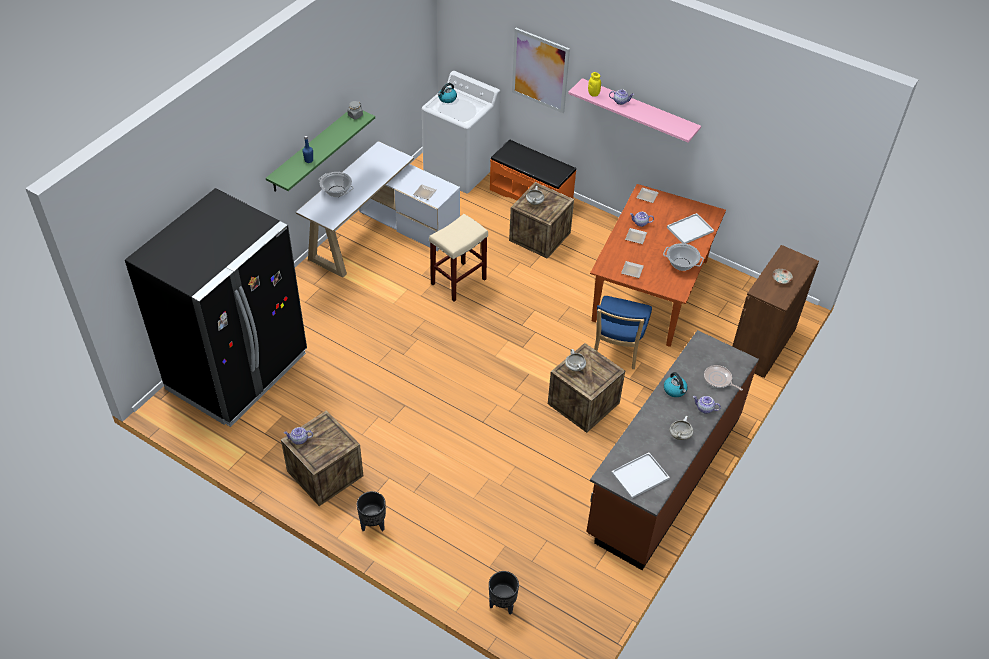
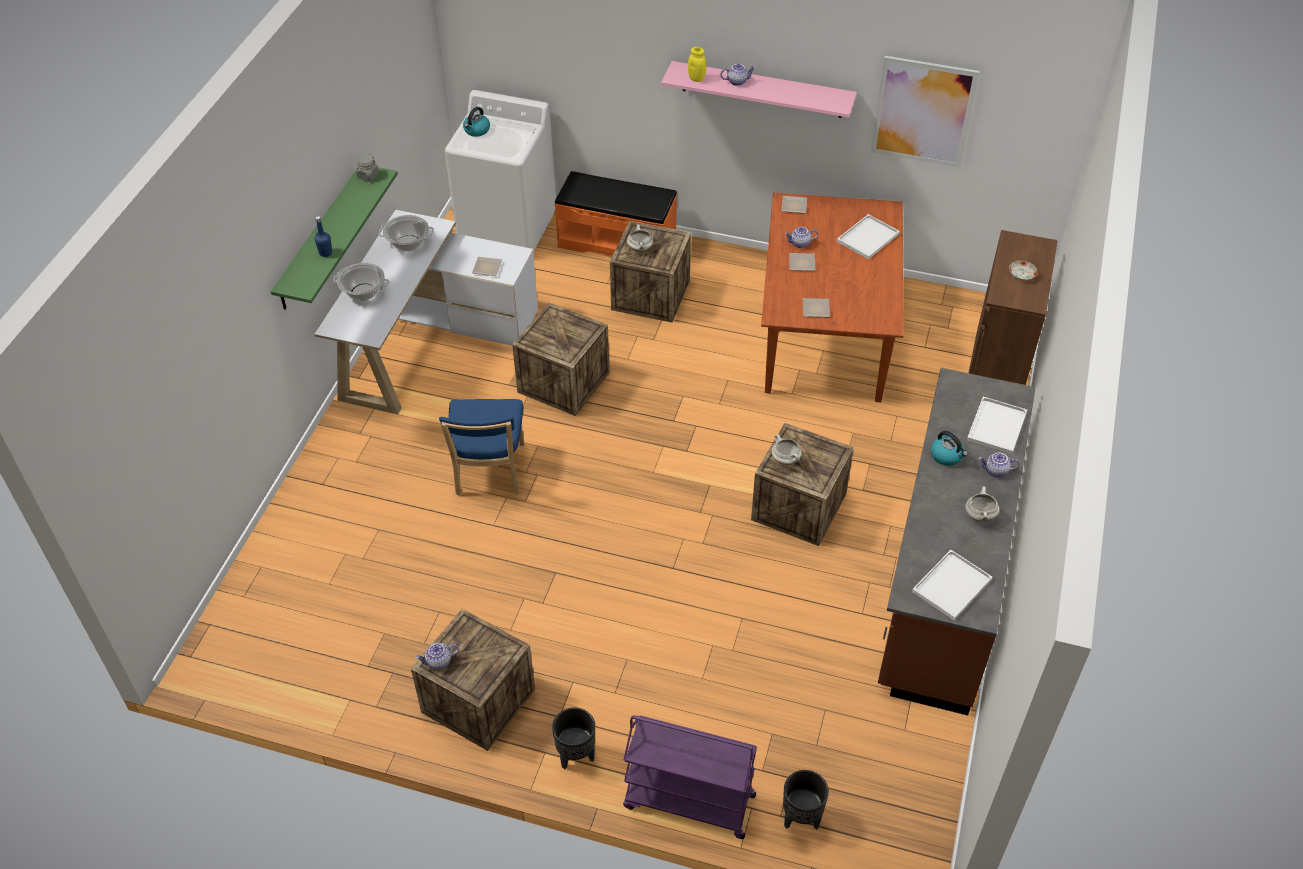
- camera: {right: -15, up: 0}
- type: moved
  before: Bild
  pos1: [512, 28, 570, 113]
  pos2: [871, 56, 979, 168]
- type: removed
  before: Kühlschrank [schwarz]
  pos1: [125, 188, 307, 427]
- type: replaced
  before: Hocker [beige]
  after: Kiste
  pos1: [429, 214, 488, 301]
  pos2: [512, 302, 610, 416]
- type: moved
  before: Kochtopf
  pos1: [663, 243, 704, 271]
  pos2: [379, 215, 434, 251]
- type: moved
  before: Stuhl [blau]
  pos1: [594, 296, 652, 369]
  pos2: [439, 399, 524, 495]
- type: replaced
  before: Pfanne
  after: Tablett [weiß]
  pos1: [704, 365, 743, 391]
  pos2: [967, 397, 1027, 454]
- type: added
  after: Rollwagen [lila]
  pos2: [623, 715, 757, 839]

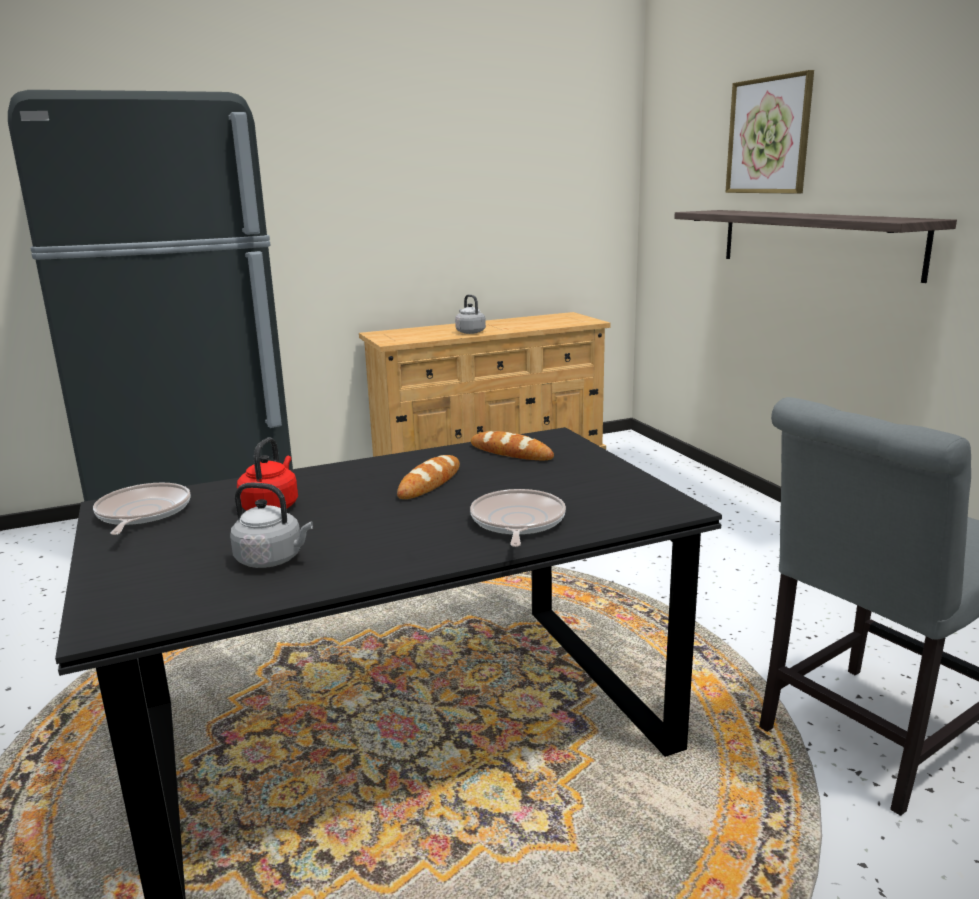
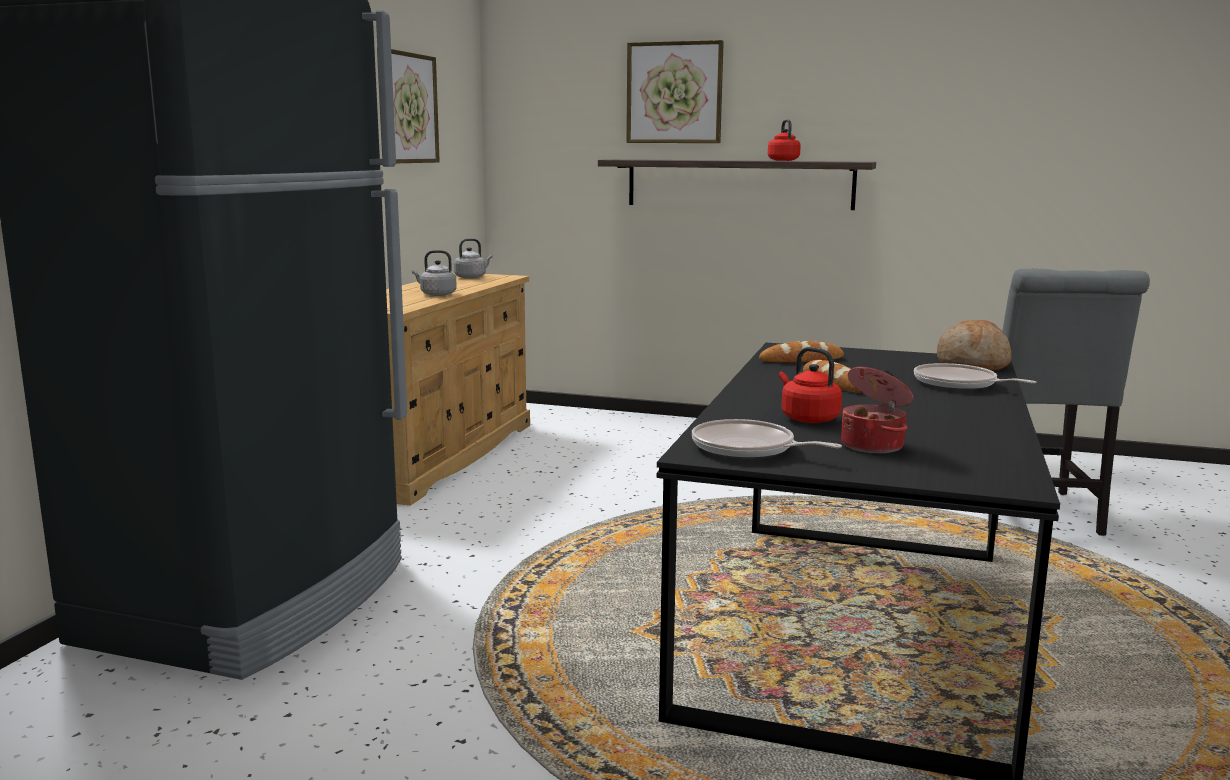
- camera: {right: -50, up: -5}
- type: moved
  before: Wasserkessel [grau]
  pos1: [230, 483, 313, 568]
  pos2: [454, 238, 493, 279]
- type: added
  after: Bild
  pos2: [377, 49, 440, 163]
- type: added
  after: Wasserkessel [rot]
  pos2: [768, 119, 801, 161]
- type: added
  after: Brot
  pos2: [937, 320, 1012, 371]
- type: added
  after: Kochtopf
  pos2: [841, 367, 913, 453]

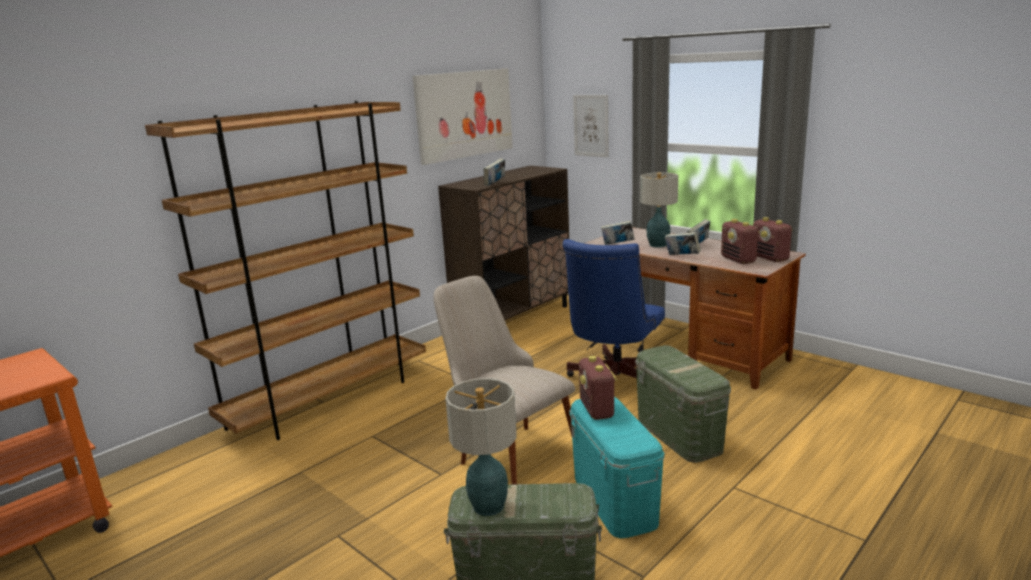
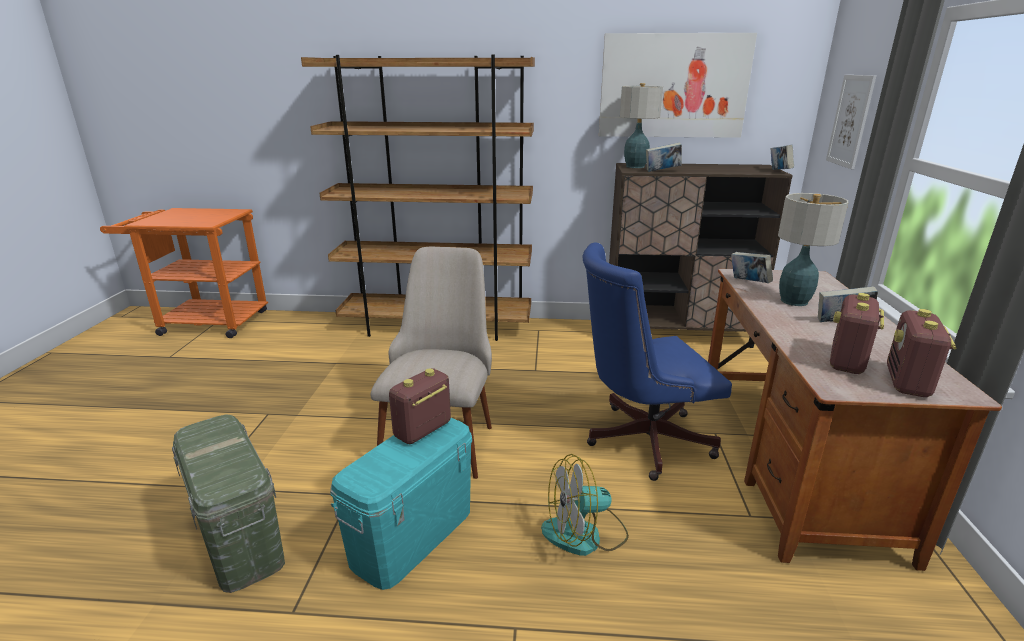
- camera: {right: 50, up: 5}
- type: moved
  before: Buch
  pos1: [665, 232, 701, 255]
  pos2: [771, 145, 794, 170]
- type: replaced
  before: Aufbewahrungsbox [grün]
  after: Ventilator
  pos1: [635, 345, 731, 463]
  pos2: [541, 454, 629, 556]
- type: moved
  before: Tischlampe
  pos1: [445, 378, 516, 516]
  pos2: [620, 83, 663, 168]

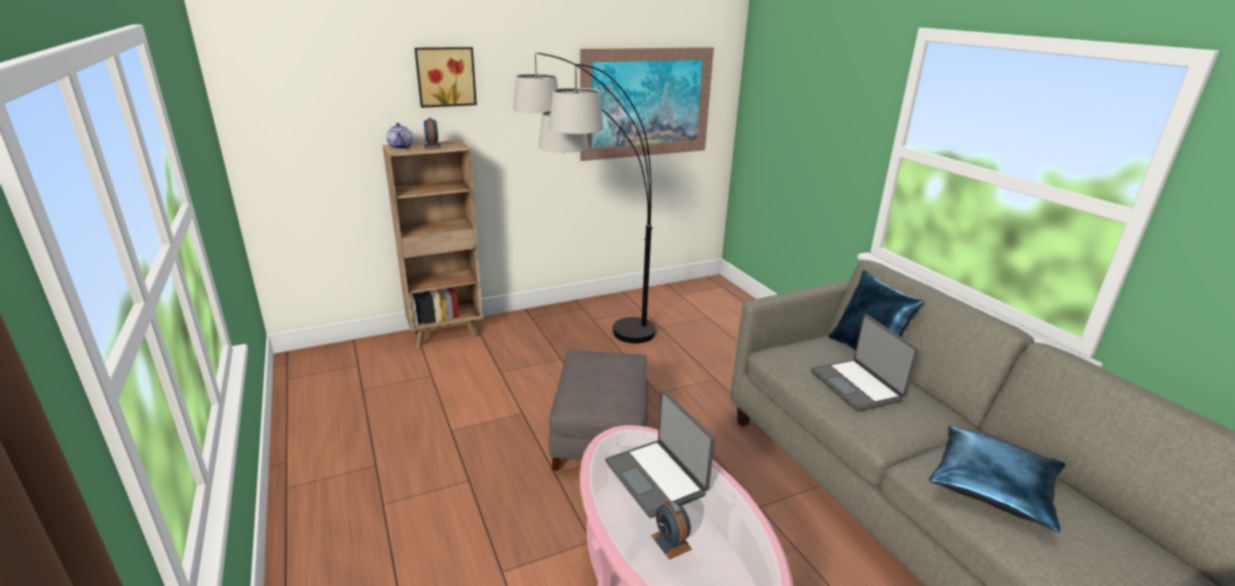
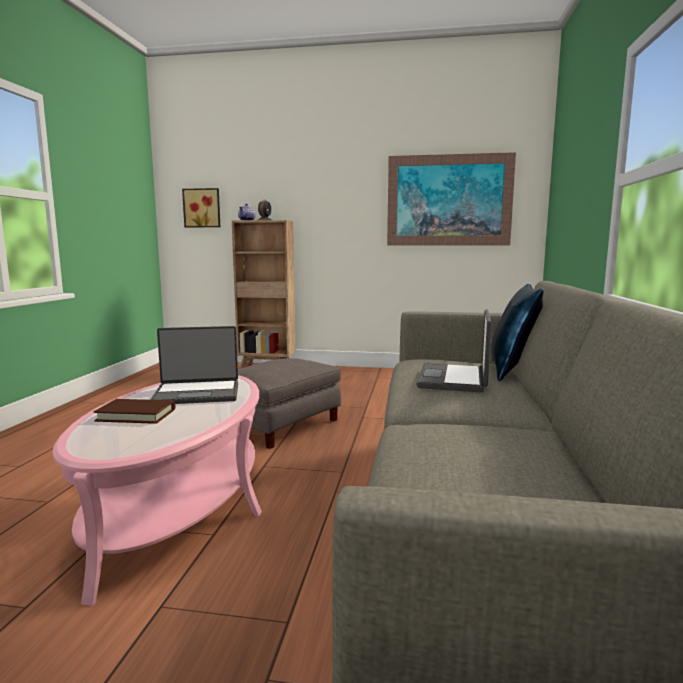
- camera: {right: 35, up: -15}
- type: moved
  before: Bild
  pos1: [414, 47, 477, 108]
  pos2: [182, 188, 220, 227]
- type: removed
  before: Stehlampe
  pos1: [513, 53, 656, 343]
- type: turned
  before: Laptop
  pos1: [605, 390, 715, 518]
  pos2: [150, 326, 238, 404]
  turn: -105
- type: removed
  before: Kissen [blau]
  pos1: [929, 425, 1066, 532]
- type: replaced
  before: Wecker
  after: Buch [braun]
  pos1: [651, 501, 692, 560]
  pos2: [93, 399, 175, 424]

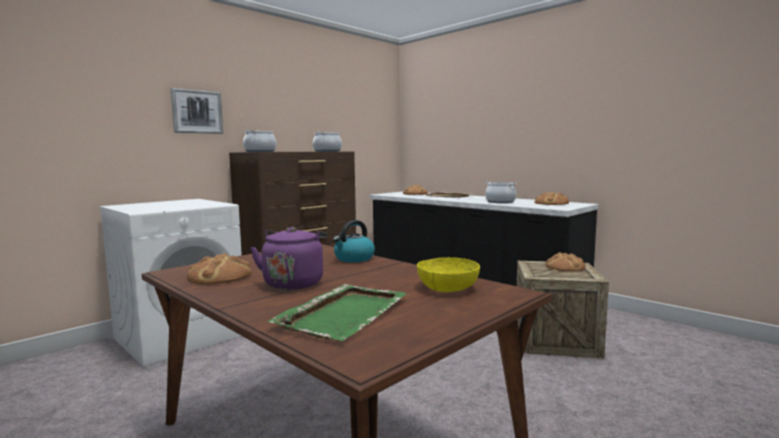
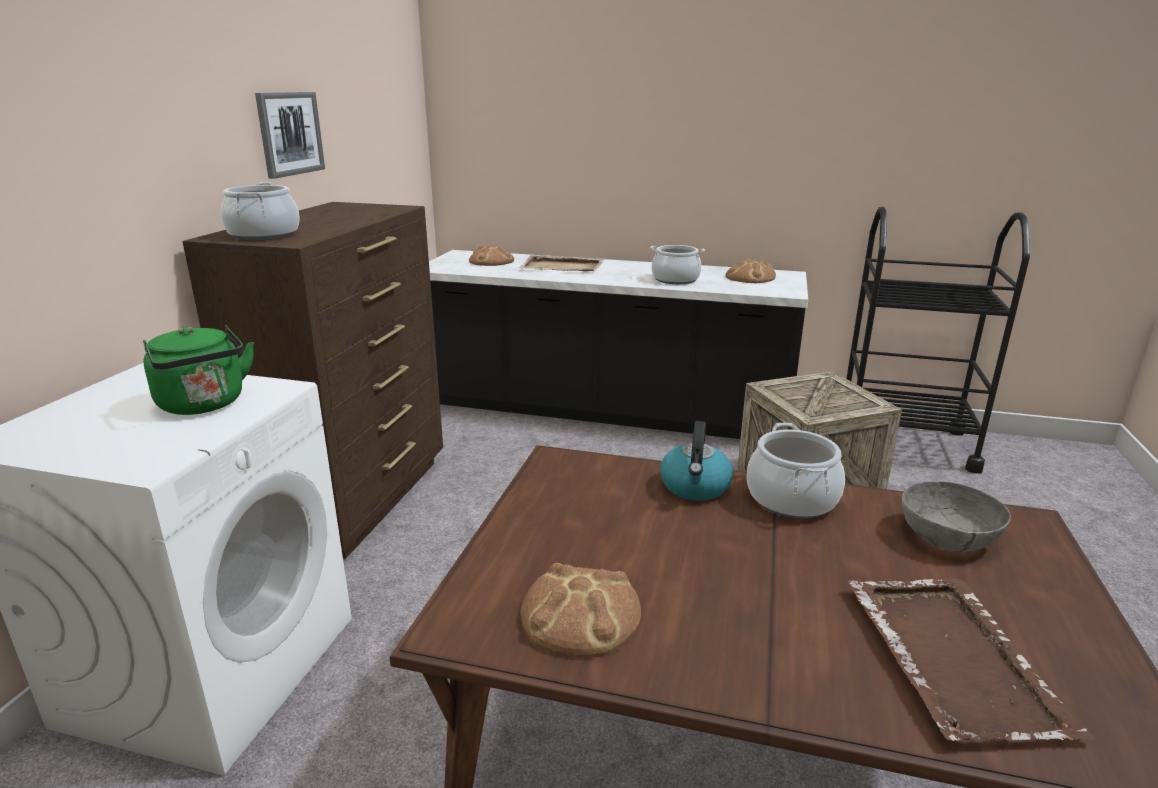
- camera: {right: -30, up: 15}
- type: moved
  before: Bild
  pos1: [171, 88, 223, 134]
  pos2: [255, 92, 325, 179]
- type: moved
  before: Kochtopf
  pos1: [313, 132, 342, 152]
  pos2: [747, 423, 845, 518]
- type: removed
  before: Wasserkessel [lila]
  pos1: [250, 227, 327, 290]
- type: removed
  before: Brot
  pos1: [545, 252, 586, 272]
- type: recoloured
  before: Schüssel [gelb]
  after: Schüssel [grau]
  pos1: [417, 257, 480, 292]
  pos2: [901, 481, 1011, 552]
- type: recoloured
  before: Tablett [grün]
  after: Tablett [braun]
  pos1: [267, 284, 407, 341]
  pos2: [847, 578, 1095, 741]
- type: added
  after: Rollwagen [schwarz]
  pos2: [846, 207, 1030, 474]
- type: added
  after: Wasserkessel [grün]
  pos2: [143, 325, 254, 415]

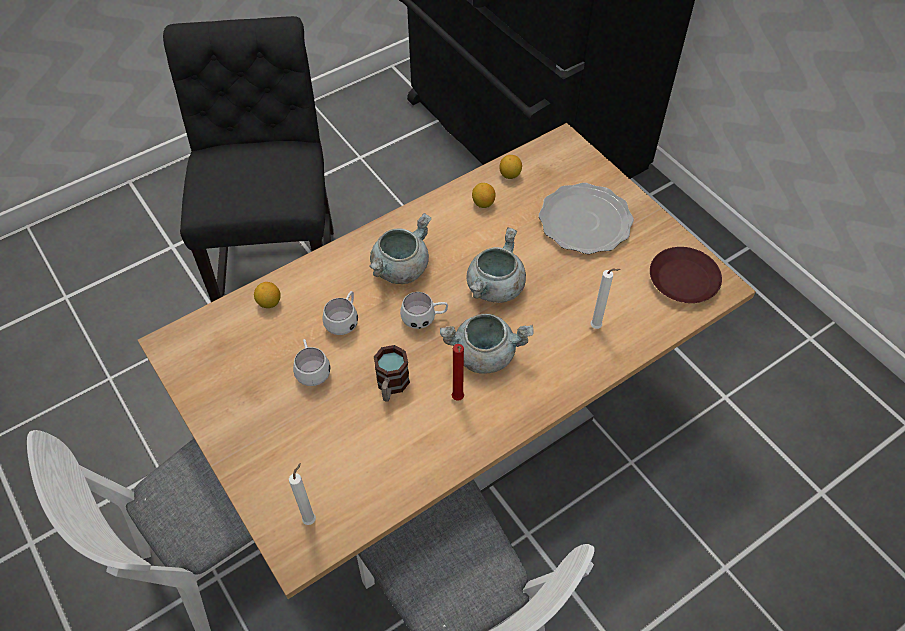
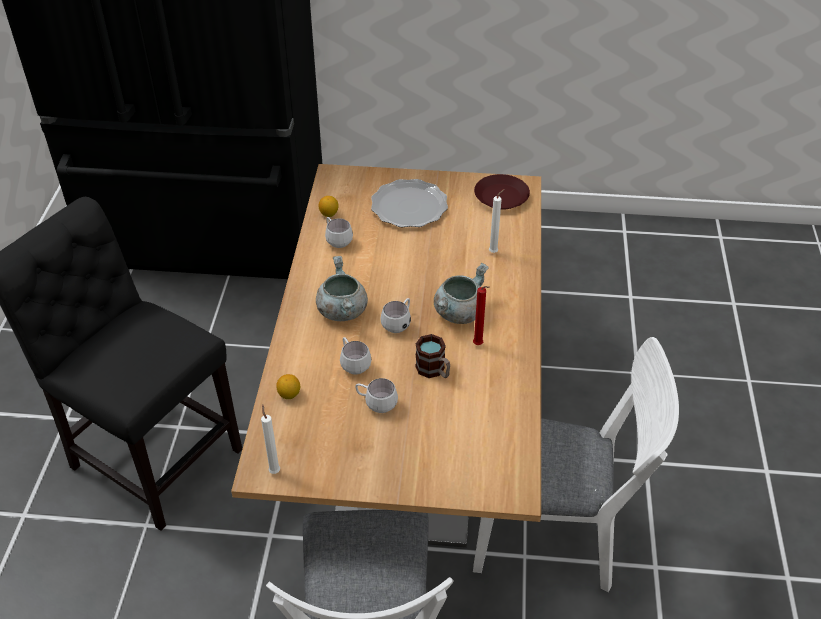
- camera: {right: -50, up: -10}
- type: replaced
  before: Zitrone
  after: Henkelbecher [weiß]
  pos1: [472, 183, 495, 208]
  pos2: [325, 217, 353, 248]
- type: removed
  before: Kochtopf [grau]
  pos1: [466, 227, 526, 303]
- type: moved
  before: Kerze [weiß]
  pos1: [289, 463, 316, 525]
  pos2: [261, 404, 280, 474]

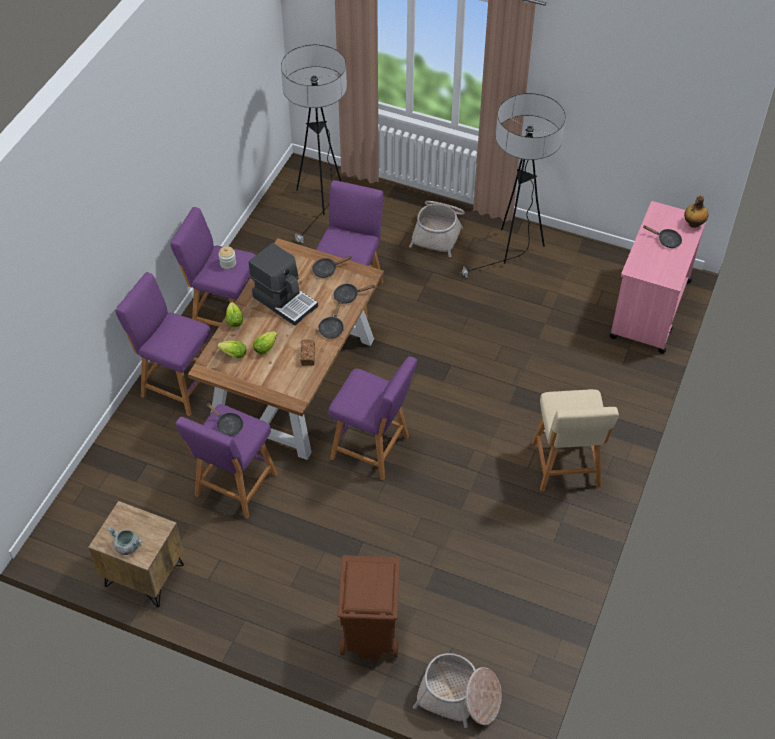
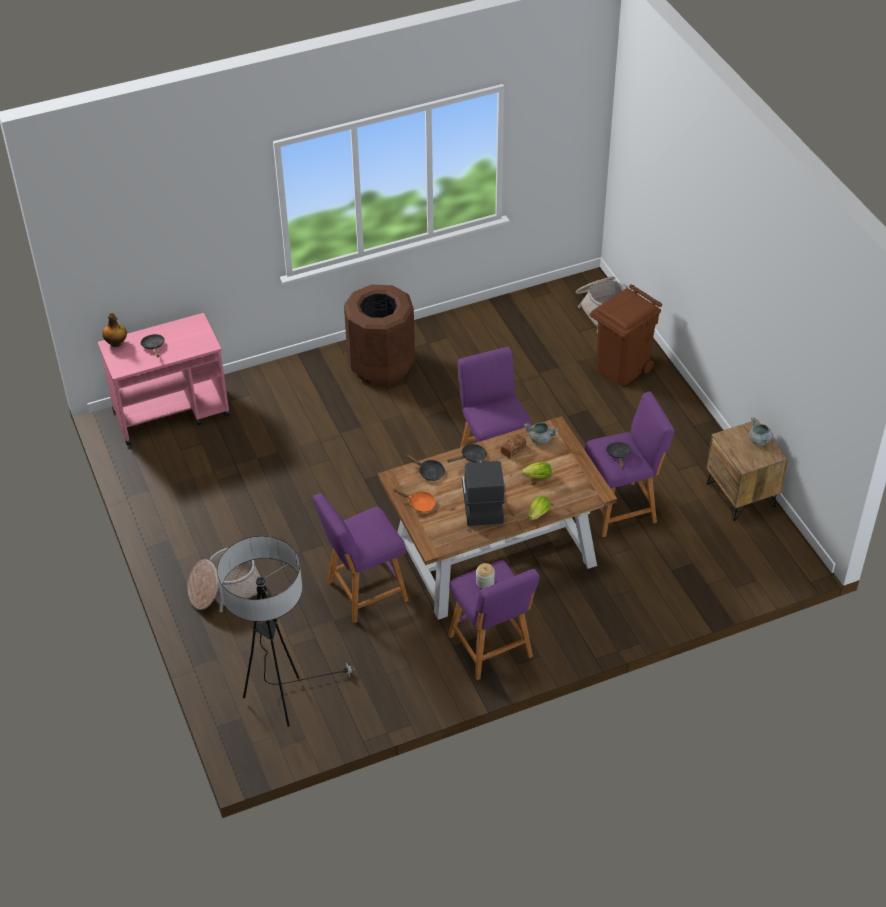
- camera: {right: -135, up: -5}
- type: removed
  before: Stehlampe
  pos1: [460, 93, 565, 278]
- type: recoloured
  before: Pfanne [schwarz]
  after: Pfanne [orange]
  pos1: [312, 256, 352, 278]
  pos2: [393, 488, 436, 513]
- type: removed
  before: Hocker [lila]
  pos1: [115, 272, 211, 416]
- type: removed
  before: Salatkopf
  pos1: [217, 341, 247, 358]
- type: replaced
  before: Hocker [beige]
  after: Mülleimer [braun]
  pos1: [532, 389, 619, 491]
  pos2: [344, 285, 415, 385]
- type: added
  after: Kochtopf [grau]
  pos2: [524, 422, 558, 444]

